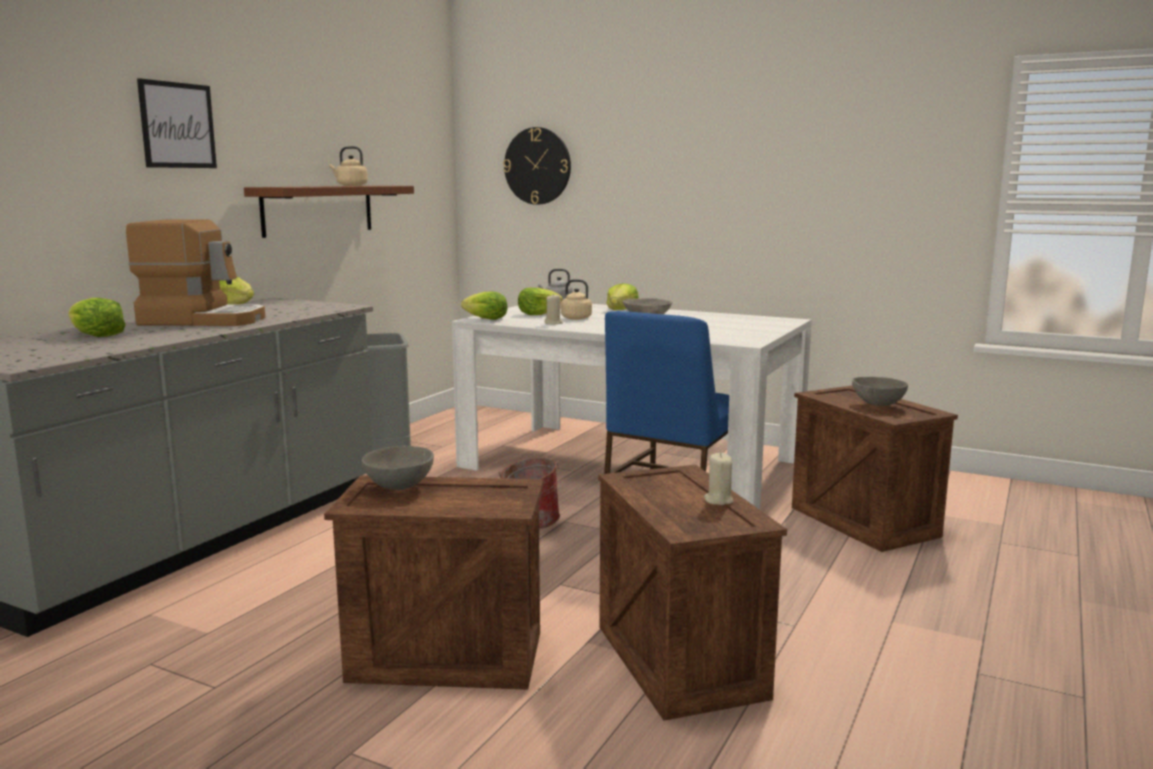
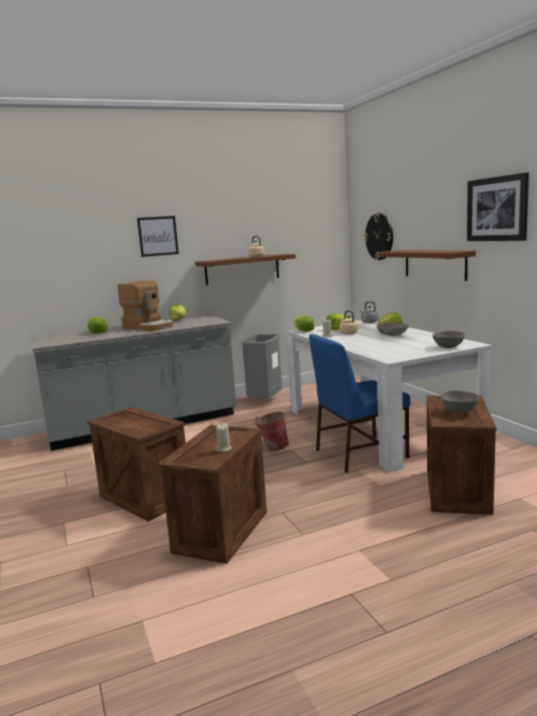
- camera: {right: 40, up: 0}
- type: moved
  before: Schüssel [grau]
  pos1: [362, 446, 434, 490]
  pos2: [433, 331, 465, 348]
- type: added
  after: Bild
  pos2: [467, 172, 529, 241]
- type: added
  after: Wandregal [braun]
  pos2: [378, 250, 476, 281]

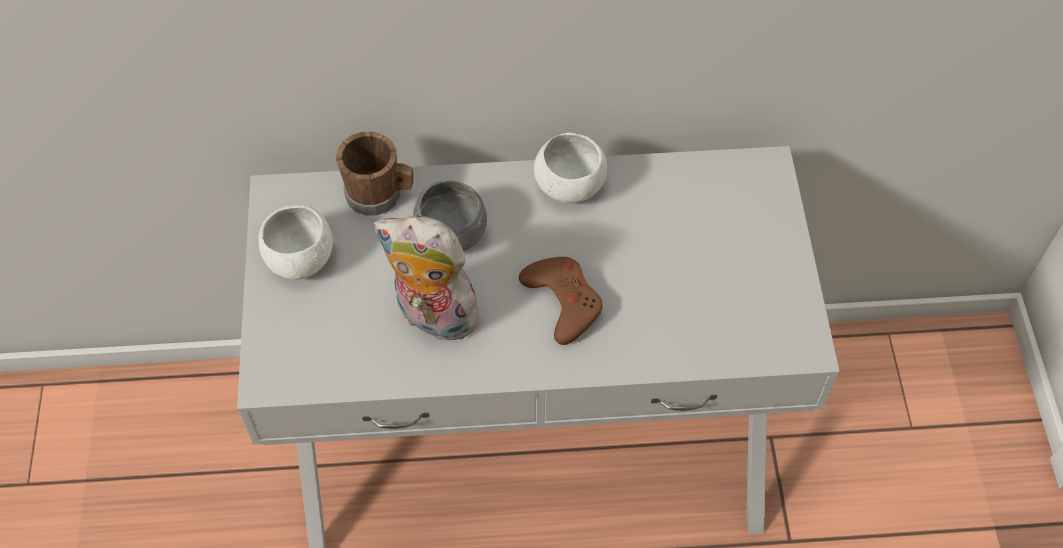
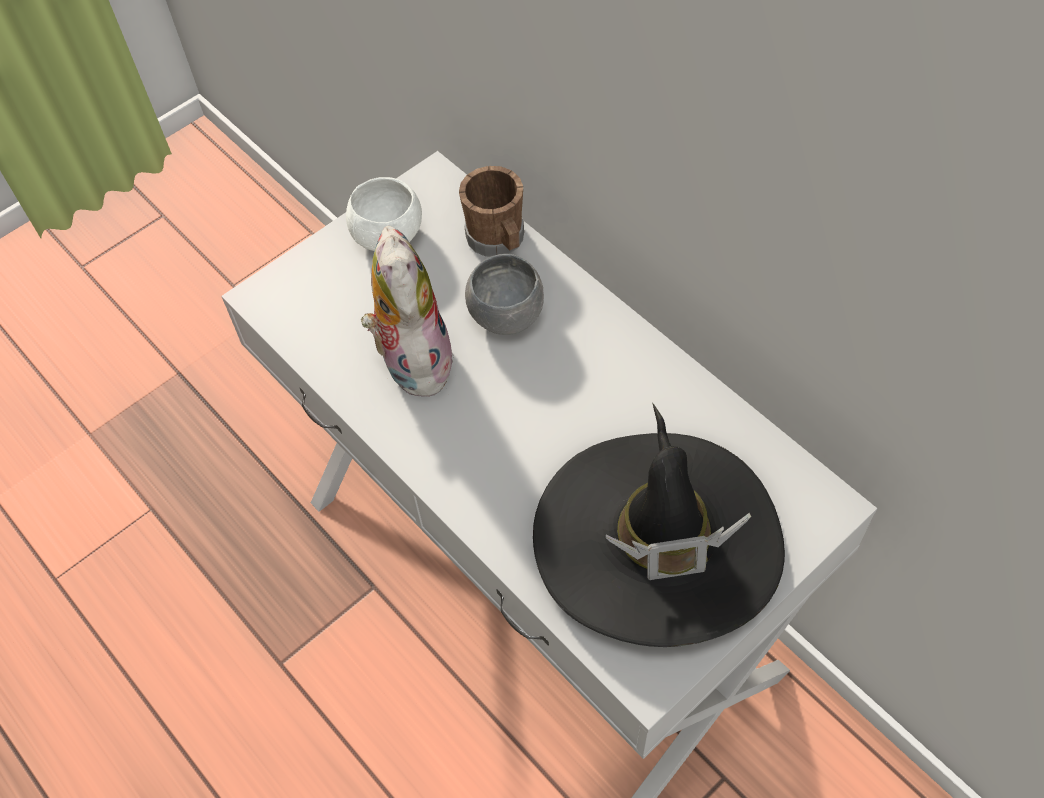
- camera: {right: 55, up: 0}
- type: removed
  before: Schüssel [weiß]
  pos1: [534, 133, 607, 203]
- type: removed
  before: Gamepad [braun]
  pos1: [519, 257, 603, 345]
- type: added
  after: Hut [schwarz]
  pos2: [533, 402, 785, 647]

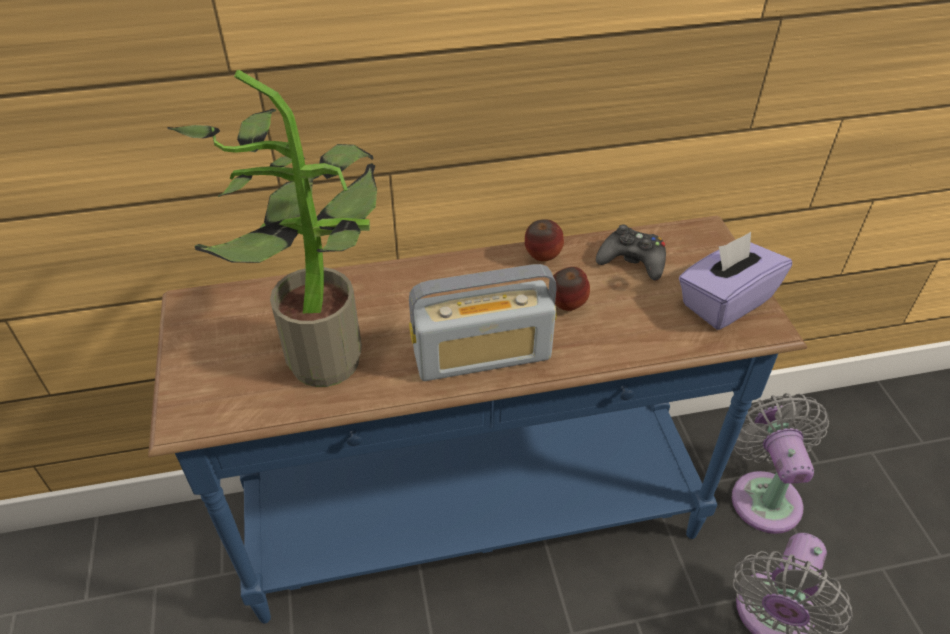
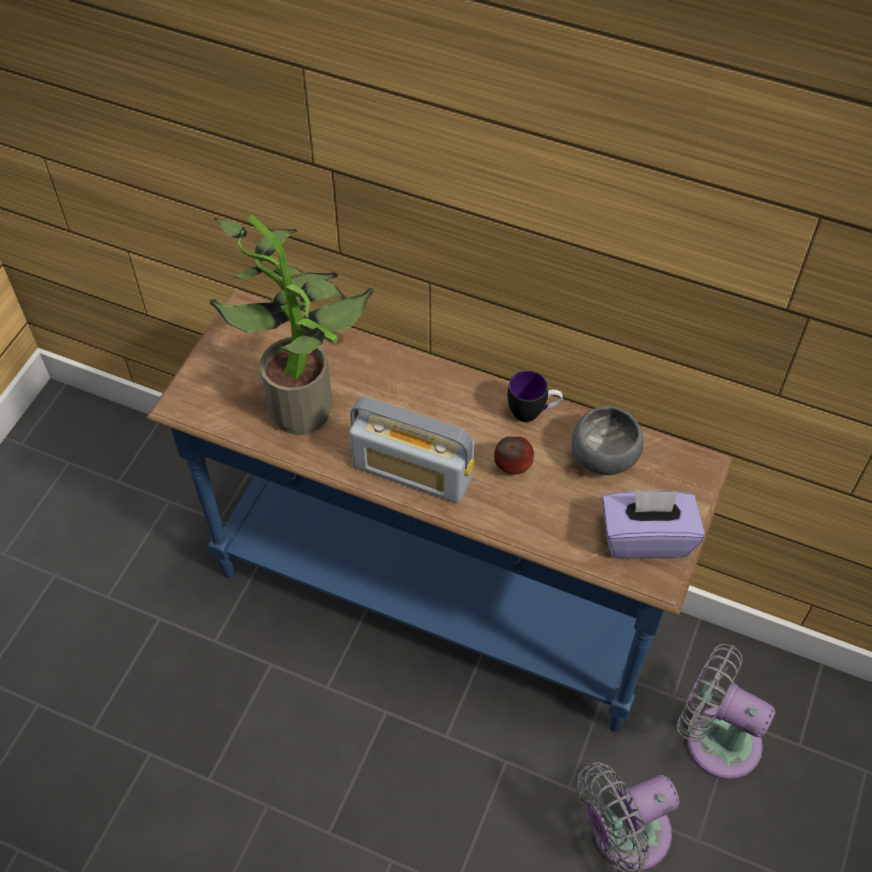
- camera: {right: 35, up: 10}
- type: replaced
  before: Apfel
  after: Henkelbecher
  pos1: [525, 219, 564, 261]
  pos2: [508, 371, 563, 422]
- type: replaced
  before: Gamepad [schwarz]
  after: Schüssel [grau]
  pos1: [596, 224, 666, 281]
  pos2: [572, 406, 644, 475]
- type: turned
  before: Ventilator [grau]
  pos1: [732, 393, 829, 534]
  pos2: [677, 644, 776, 780]
  turn: -90

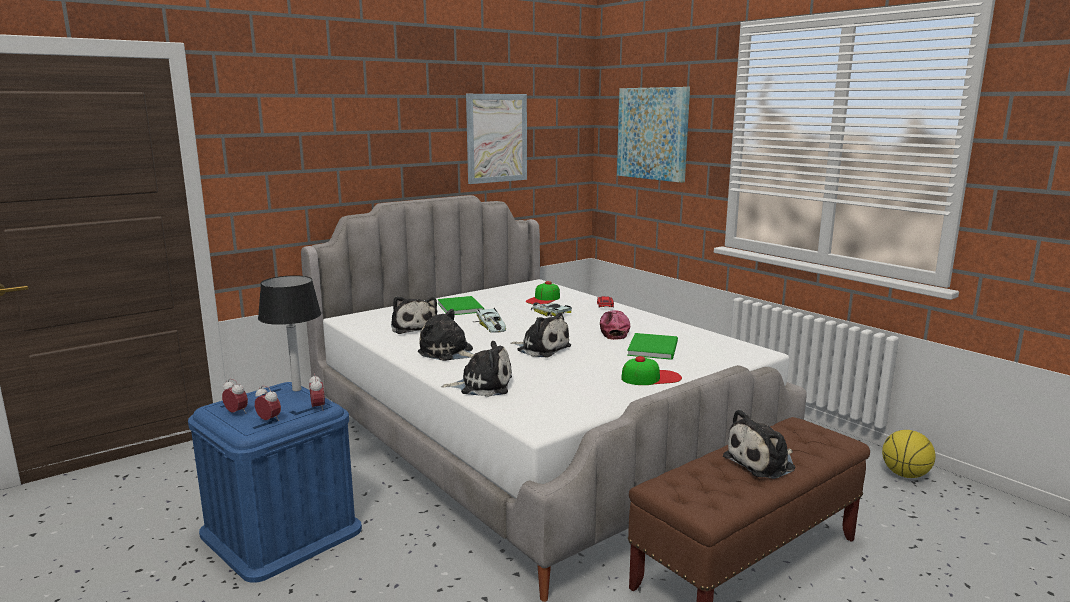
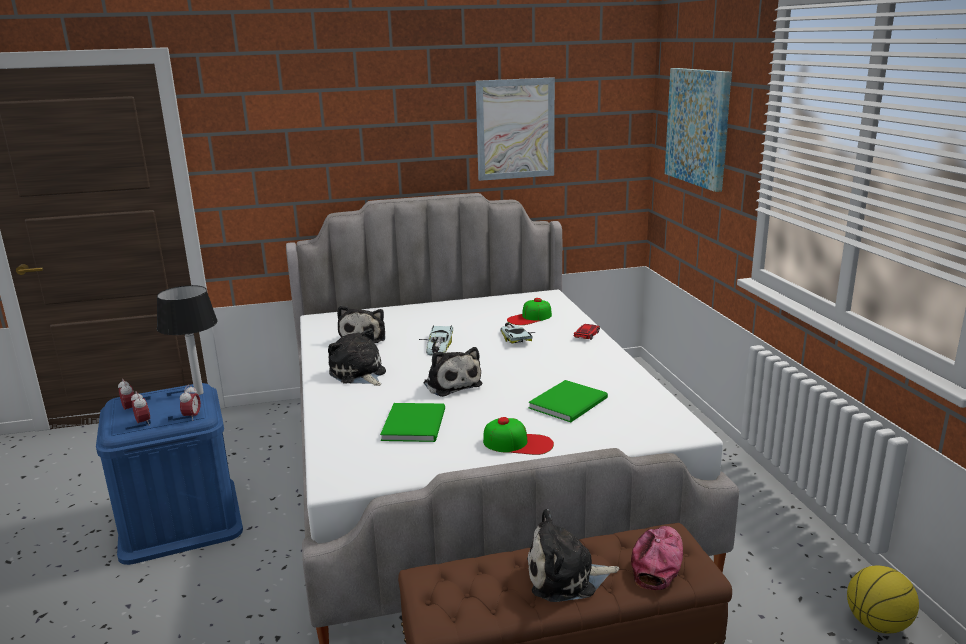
- camera: {right: 25, up: 5}
- type: moved
  before: Buch [grün]
  pos1: [437, 296, 485, 315]
  pos2: [380, 403, 445, 442]
- type: moved
  before: Kappe
  pos1: [600, 310, 630, 340]
  pos2: [631, 526, 683, 590]
- type: removed
  before: Plüschtier
  pos1: [441, 341, 512, 397]

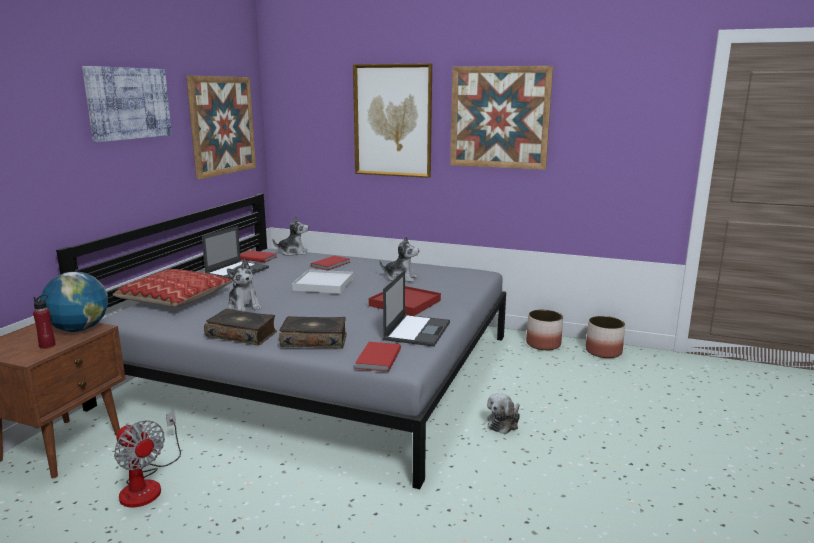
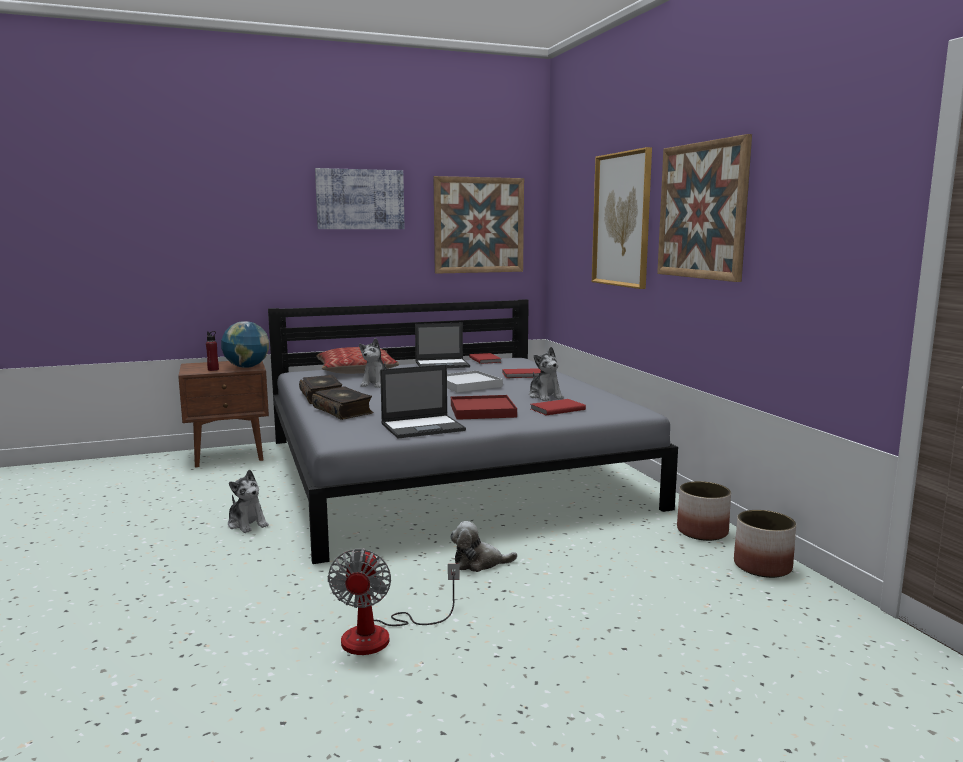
- camera: {right: 50, up: -5}
- type: moved
  before: Plüschtier
  pos1: [272, 215, 309, 256]
  pos2: [228, 469, 269, 533]
- type: moved
  before: Buch [rot]
  pos1: [355, 342, 401, 372]
  pos2: [531, 399, 586, 415]
- type: moved
  before: Ventilator
  pos1: [114, 411, 181, 508]
  pos2: [328, 548, 460, 655]

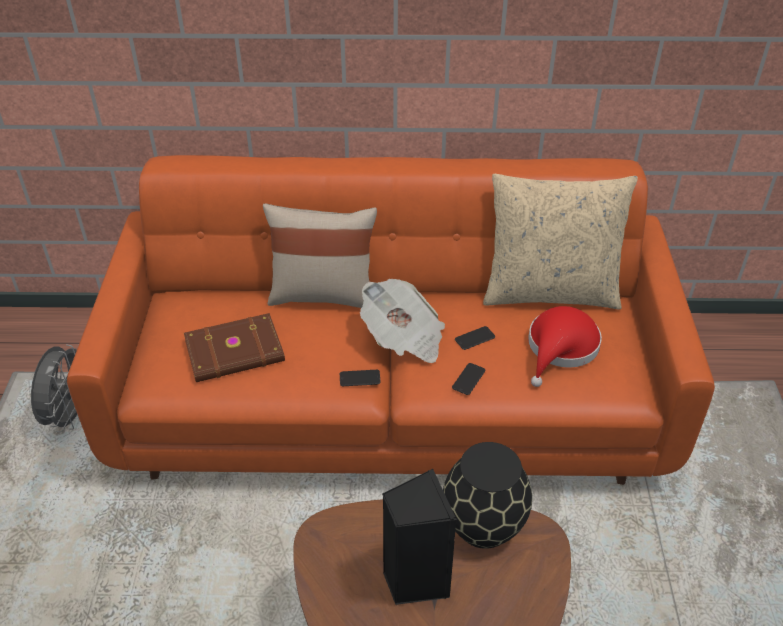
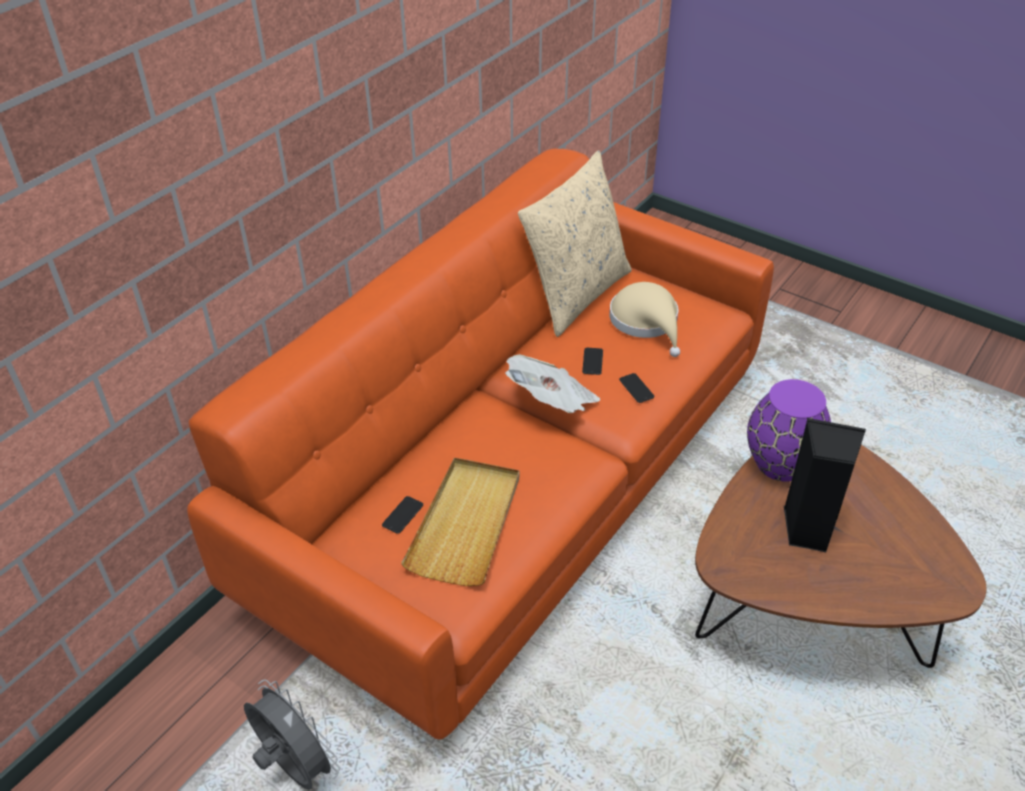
- camera: {right: -55, up: 0}
- type: removed
  before: Kissen [beige]
  pos1: [263, 204, 377, 308]
- type: recoloured
  before: Hut [rot]
  after: Hut [beige]
  pos1: [528, 306, 602, 387]
  pos2: [609, 282, 680, 357]
- type: replaced
  before: Buch [braun]
  after: Tablett [beige]
  pos1: [184, 313, 285, 382]
  pos2: [401, 458, 520, 586]
- type: moved
  before: Handy
  pos1: [340, 370, 381, 386]
  pos2: [382, 496, 423, 534]
- type: recoloured
  before: Vase [schwarz]
  after: Vase [lila]
  pos1: [443, 442, 532, 549]
  pos2: [747, 379, 831, 482]

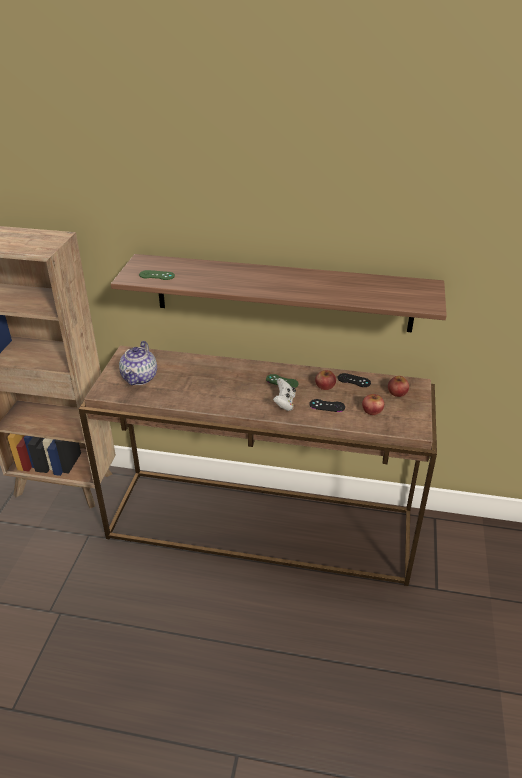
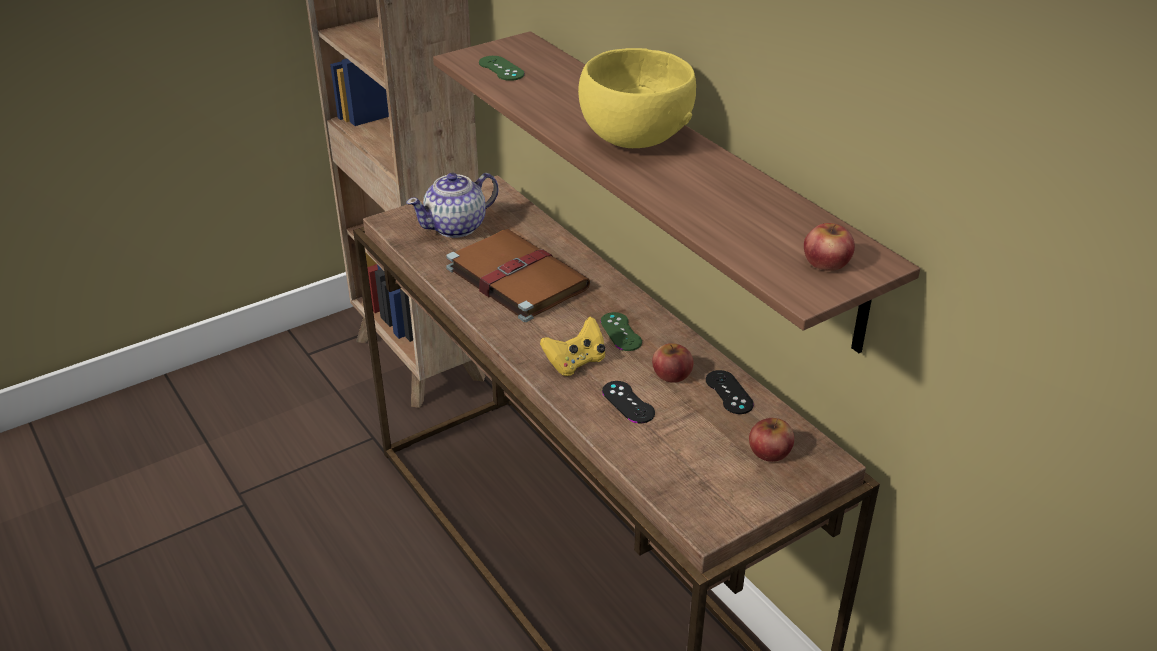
- camera: {right: 45, up: 0}
- type: recoloured
  before: Gamepad [weiß]
  after: Gamepad [gelb]
  pos1: [273, 378, 296, 411]
  pos2: [540, 316, 605, 376]
- type: moved
  before: Apfel
  pos1: [362, 394, 384, 415]
  pos2: [804, 223, 855, 271]
- type: added
  after: Schüssel [gelb]
  pos2: [578, 48, 696, 148]
- type: added
  after: Buch [braun]
  pos2: [446, 229, 590, 322]

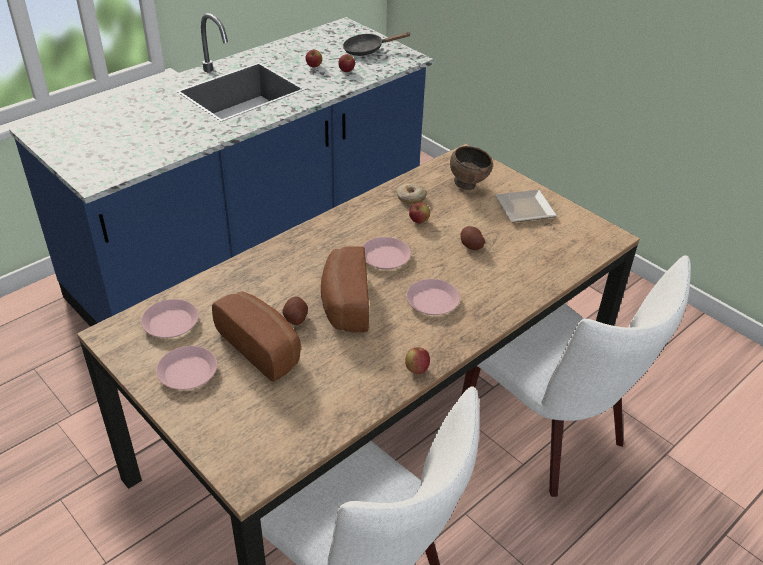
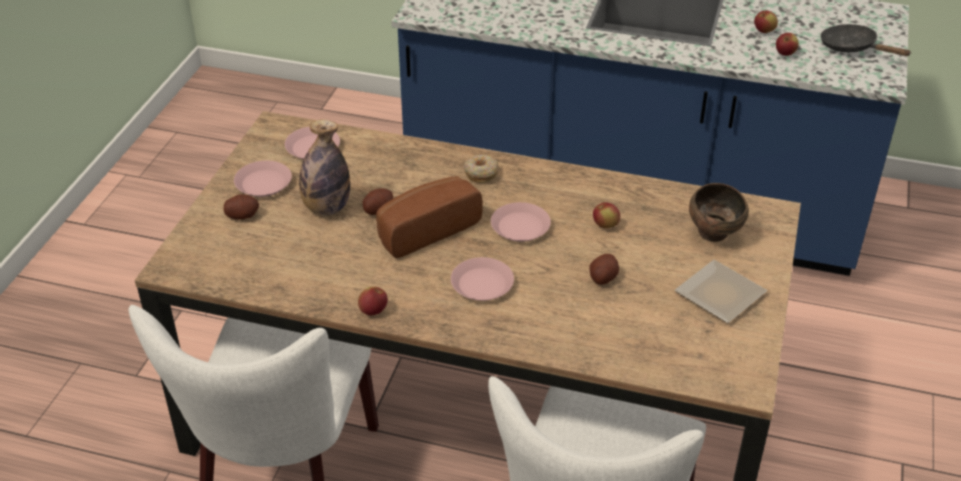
- camera: {right: 60, up: 0}
- type: moved
  before: Donut
  pos1: [397, 183, 427, 205]
  pos2: [464, 155, 498, 183]
- type: replaced
  before: Brot
  after: Flasche
  pos1: [212, 292, 301, 382]
  pos2: [299, 119, 350, 215]
- type: added
  after: Kartoffel
  pos2: [224, 194, 259, 219]

